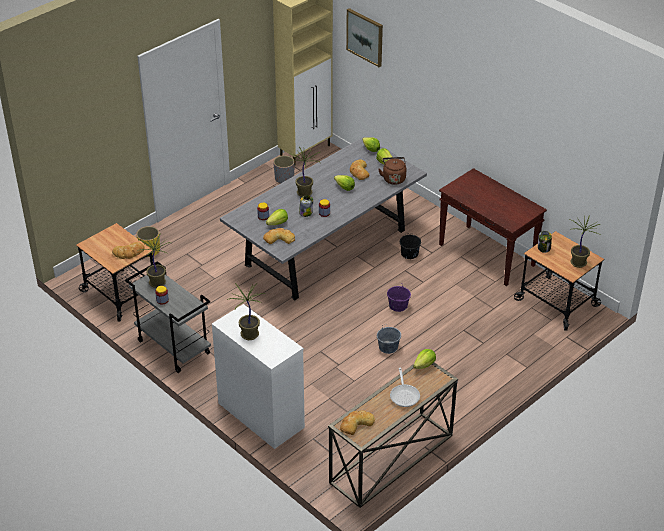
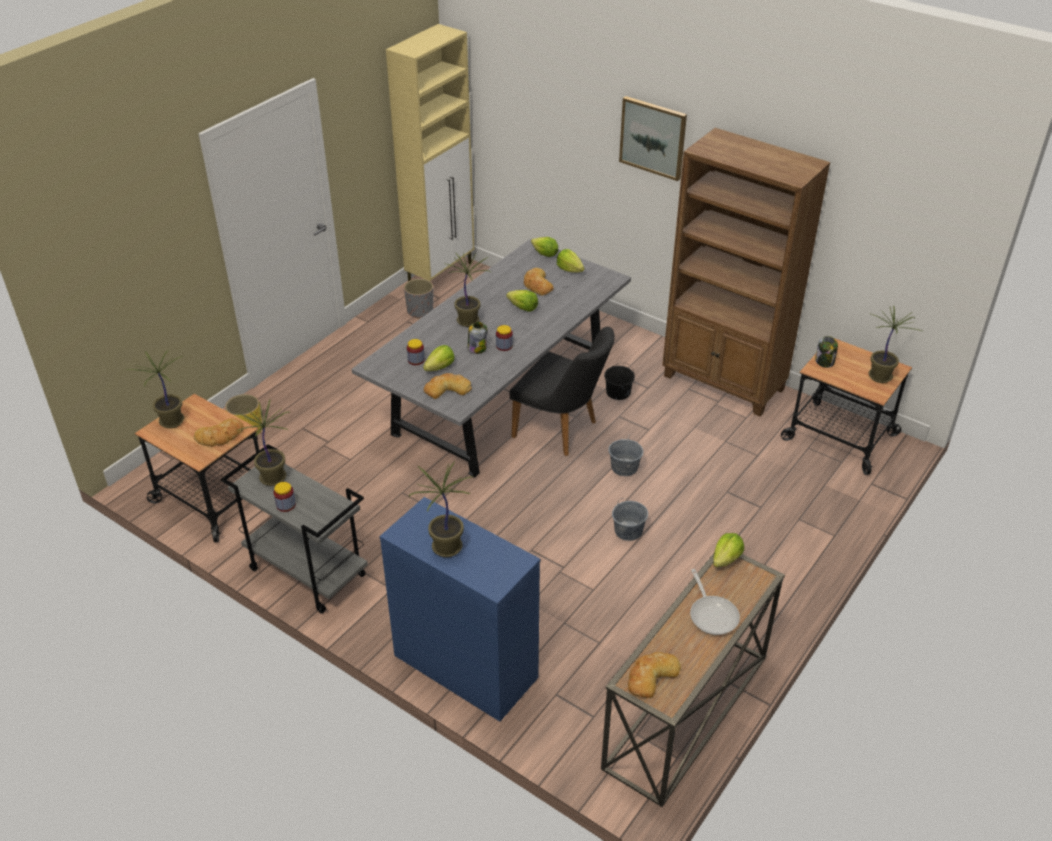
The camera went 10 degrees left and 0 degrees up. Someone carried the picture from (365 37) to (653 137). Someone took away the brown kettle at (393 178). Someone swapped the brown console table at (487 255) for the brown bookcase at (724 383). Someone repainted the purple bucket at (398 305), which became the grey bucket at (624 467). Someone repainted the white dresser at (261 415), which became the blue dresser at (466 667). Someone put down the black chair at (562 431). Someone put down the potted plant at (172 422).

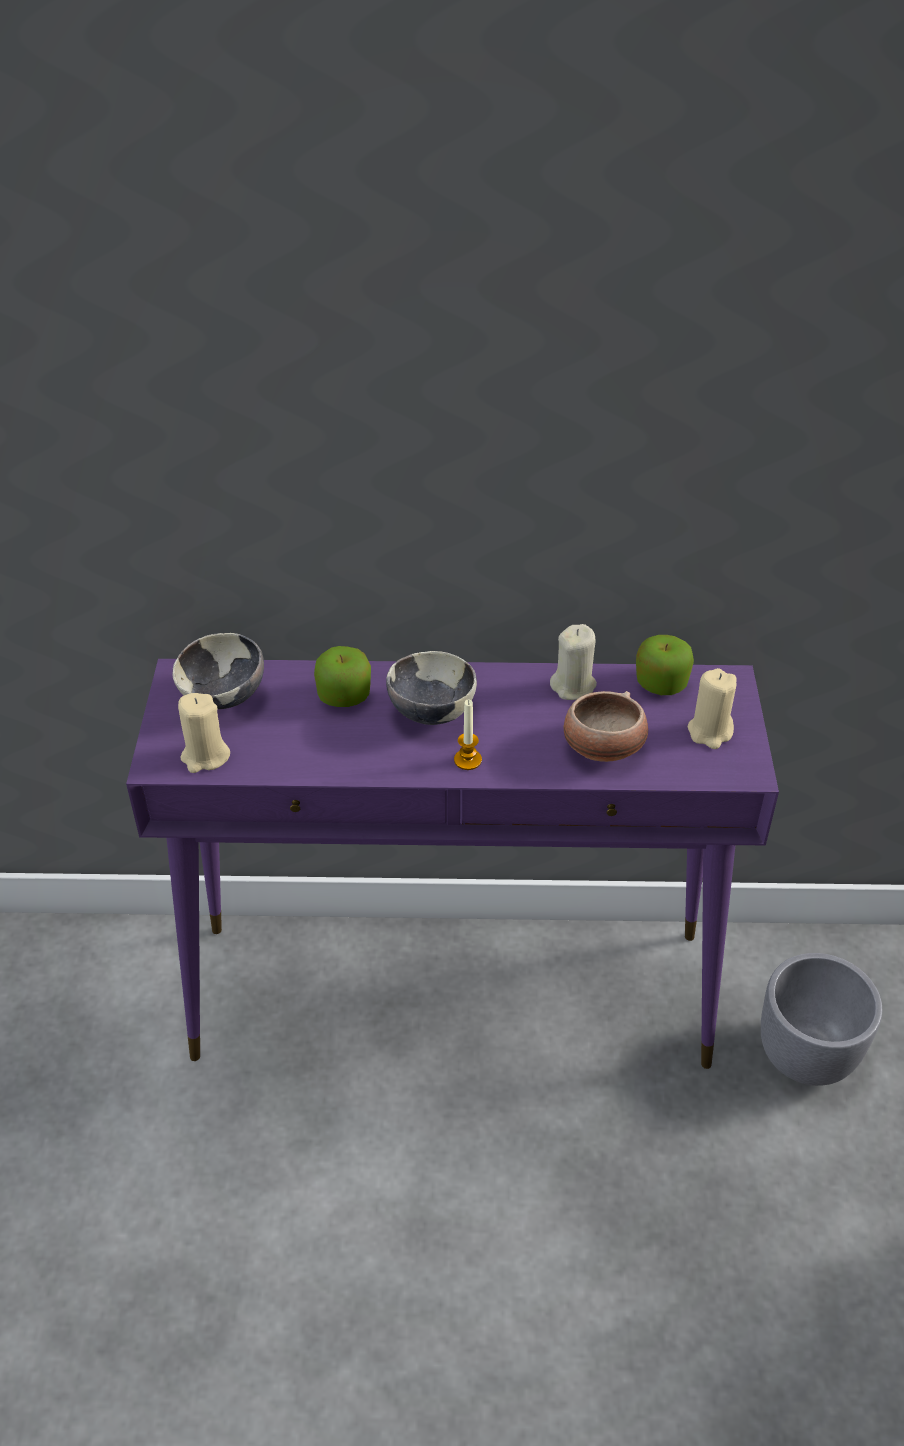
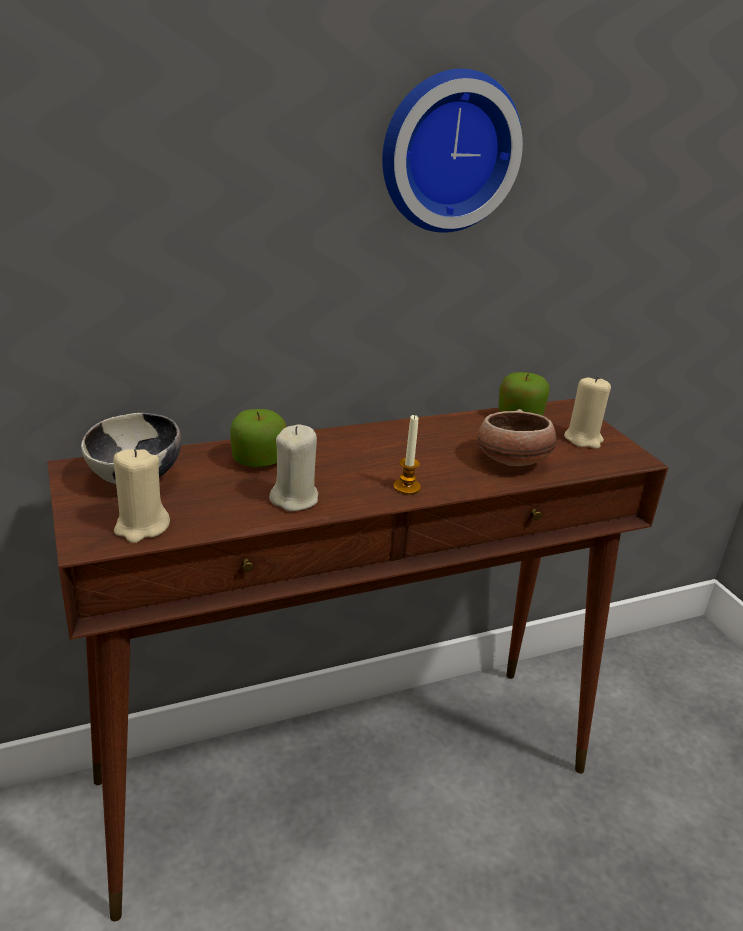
The camera went 25 degrees left and 15 degrees down. Someone carried the beige candle from (573 686) to (295 499). Someone took away the bowl at (431 712). Someone repainted the purple console table at (454 994), which became the brown console table at (349 774). Someone took away the grey planter at (807 1056). Someone put up the wall clock at (447 151).

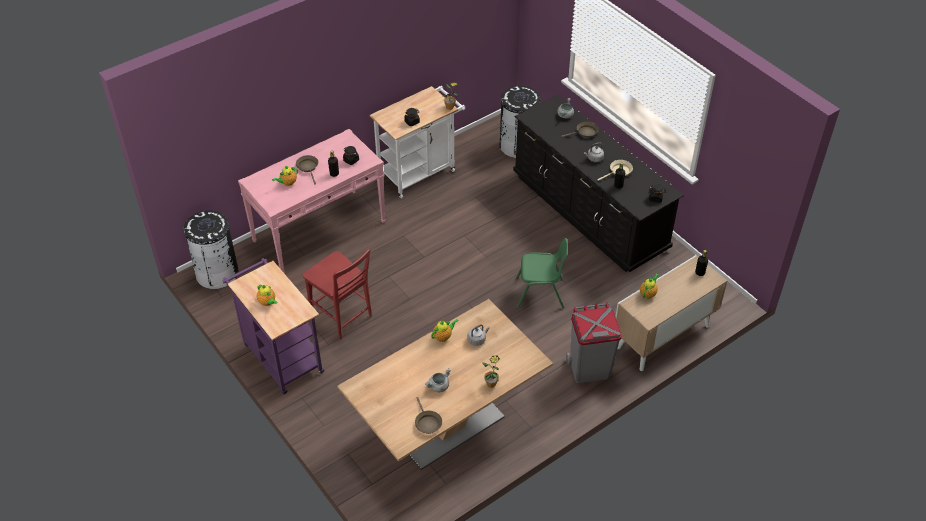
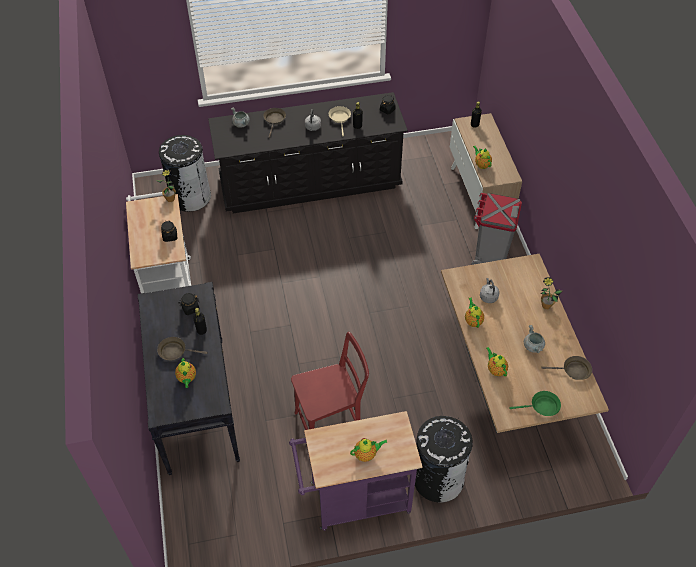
The camera went 65 degrees left and 5 degrees up. Someone repainted the pink console table at (319 231), which became the black console table at (196 404). Someone carried the black trash can from (217 273) to (438 478). Someone took away the green chair at (540 293). Someone put down the teapot at (495 369). Someone put down the green frying pan at (542 406).

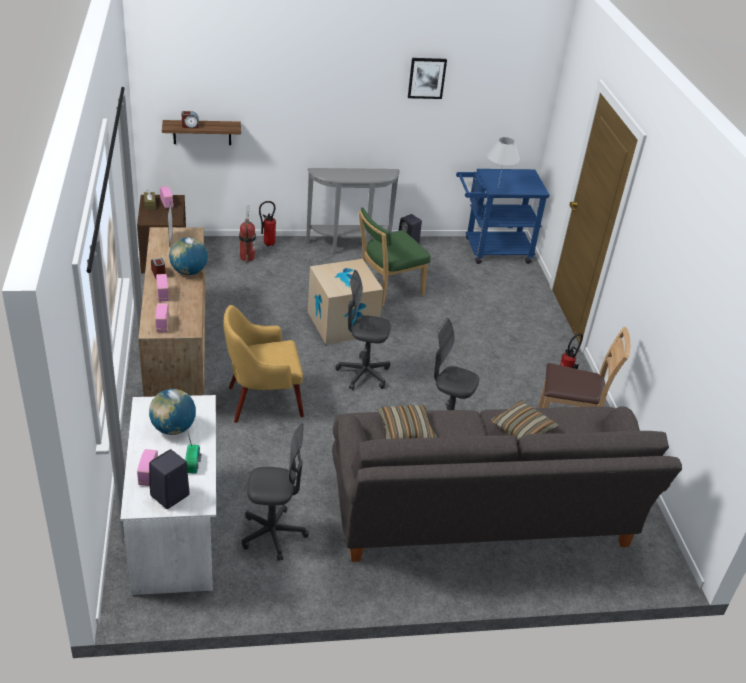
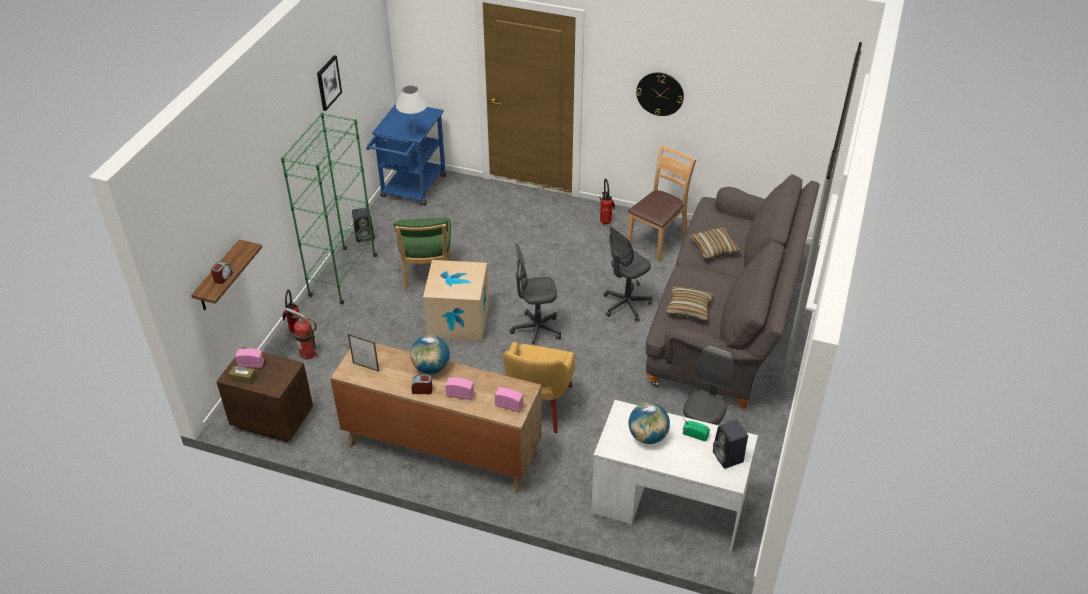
The camera went 60 degrees left and 5 degrees up. Someone swapped the grey console table at (349 247) for the green bookcase at (343 276). Someone rotated the grey office chair at (363 374) by 45 degrees clockwise. Someone took away the radio at (148 475). Someone put up the wall clock at (660 94).

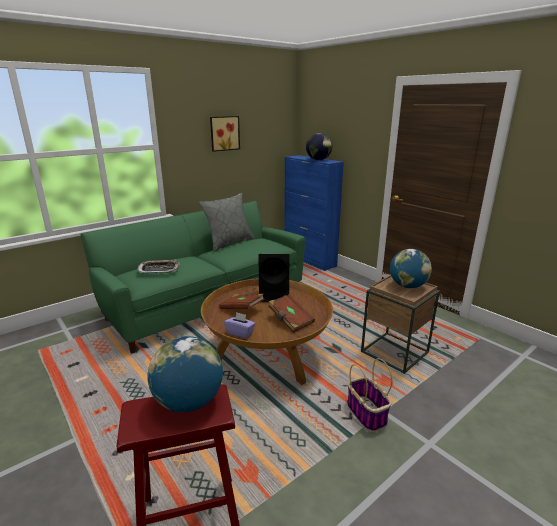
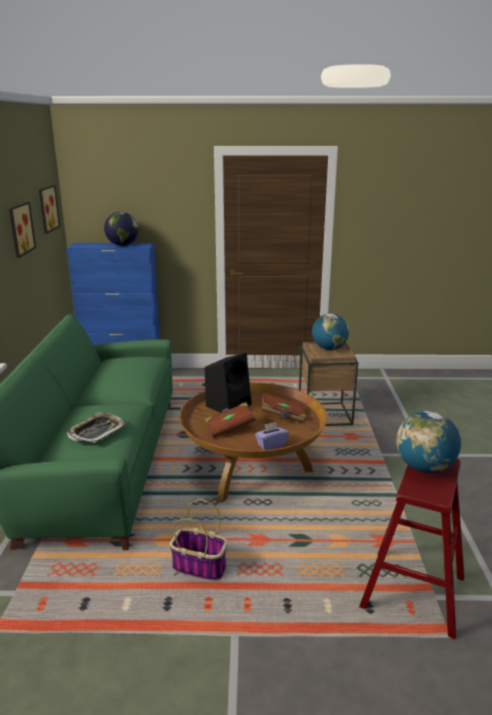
The camera went 50 degrees left and 0 degrees up. Someone took away the grey pillow at (229 243). Someone carried the basket from (367 414) to (200 567). Someone put up the picture at (46 209).

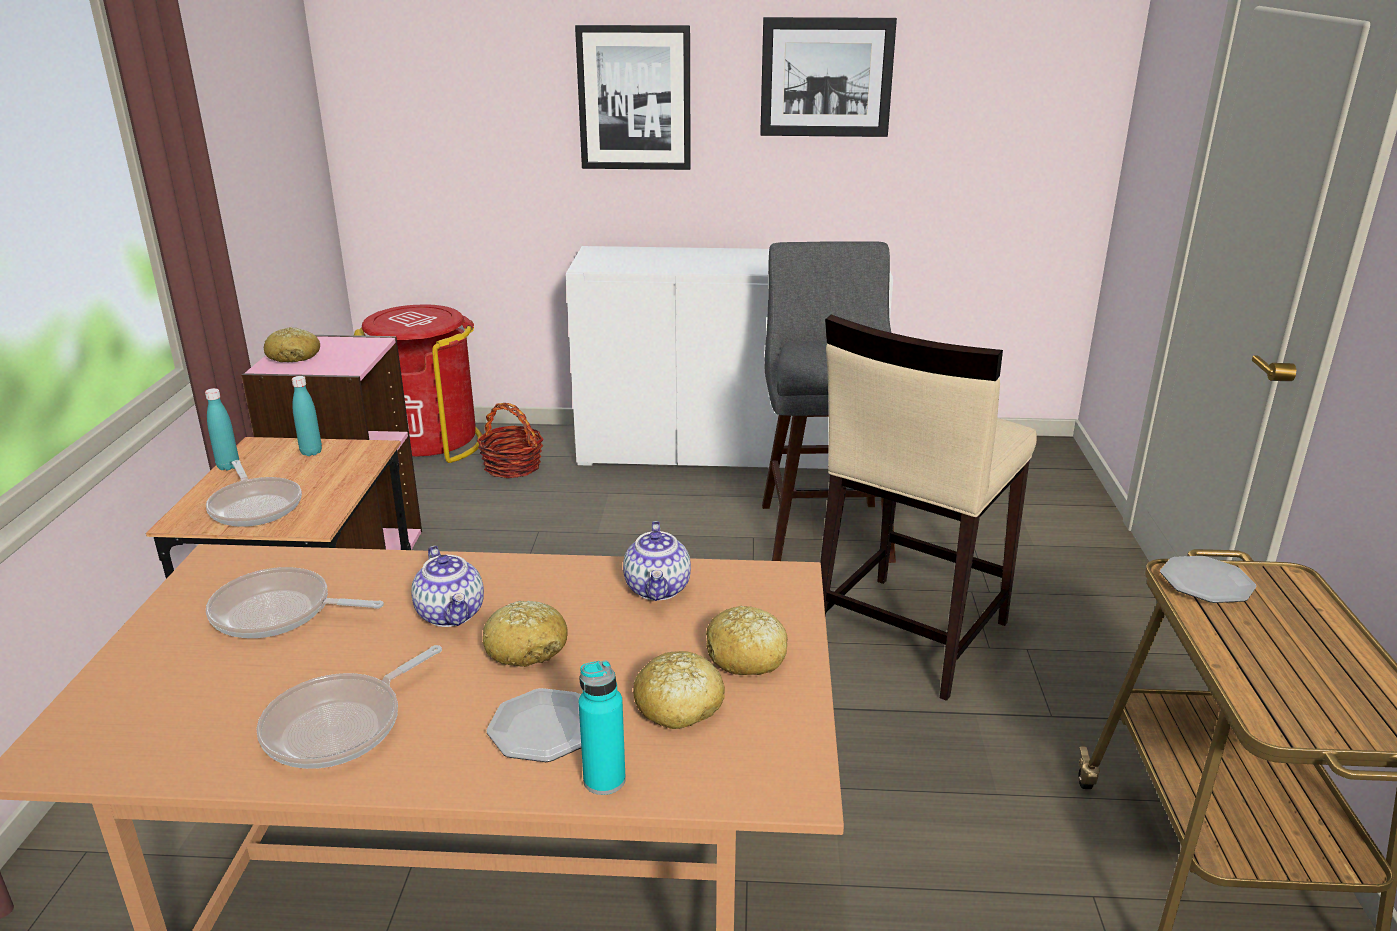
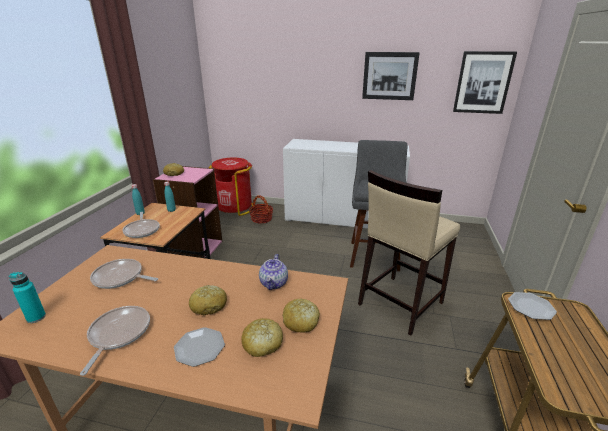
The camera went 10 degrees right and 0 degrees up. Someone carried the picture from (634 98) to (483 83). Someone took away the teapot at (452 614). Someone rotated the frying pan at (341 725) by 135 degrees clockwise. Someone carried the turquoise bottle from (604 780) to (36 317).

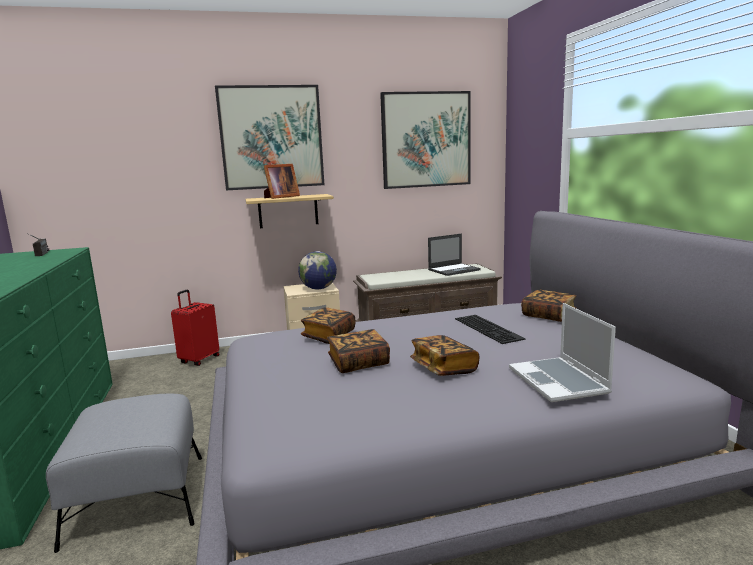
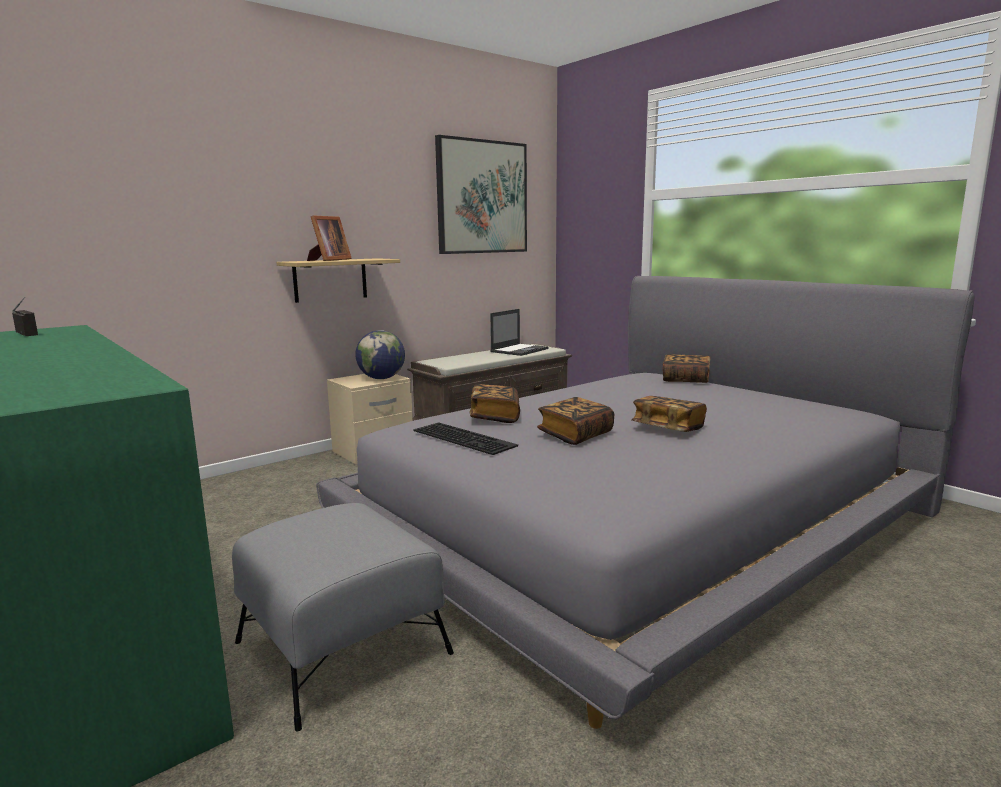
The camera went 25 degrees left and 0 degrees up. Someone took away the picture at (271 137). Someone took away the red suitcase at (199 360). Someone took away the laptop at (559 381). Someone carried the keyboard from (489 328) to (466 438).

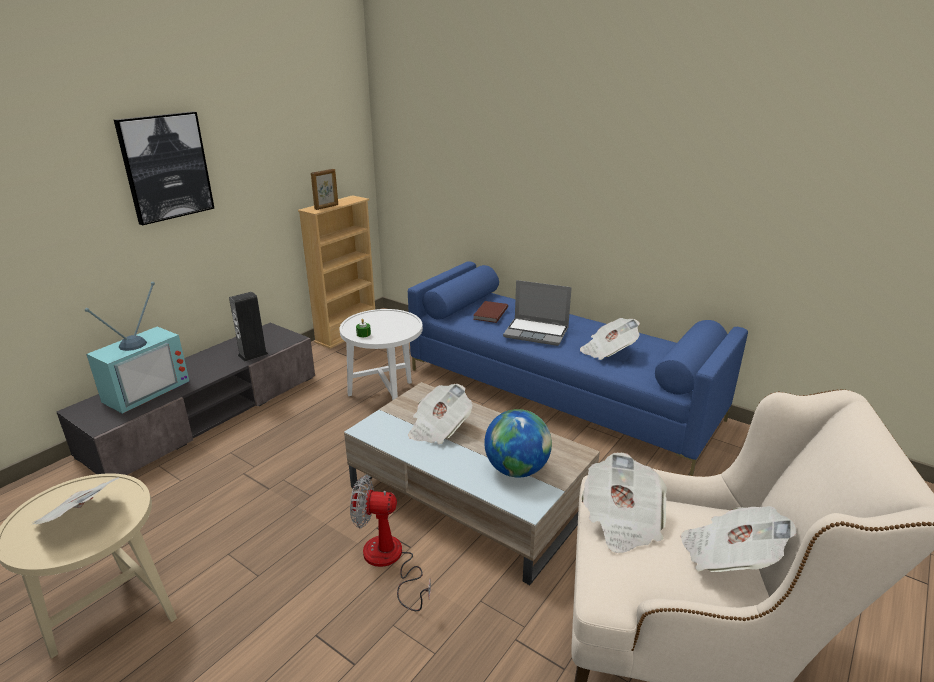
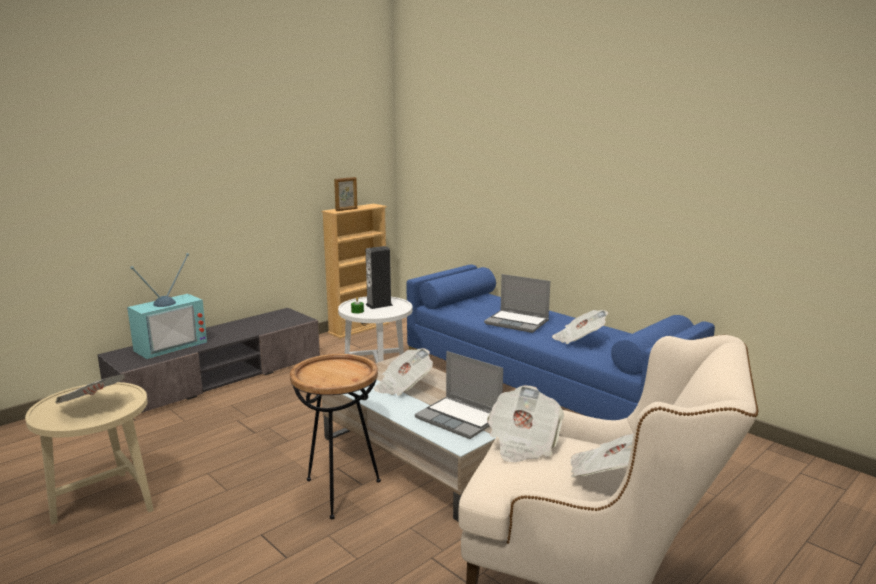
The camera went 10 degrees right and 10 degrees down. Someone took away the picture at (166 167). Someone carried the speaker from (253 354) to (379 305). Someone took away the brown book at (489 313). Someone swapped the globe at (516 470) for the laptop at (460 419). Someone swapped the fan at (389 561) for the brown side table at (340 492).

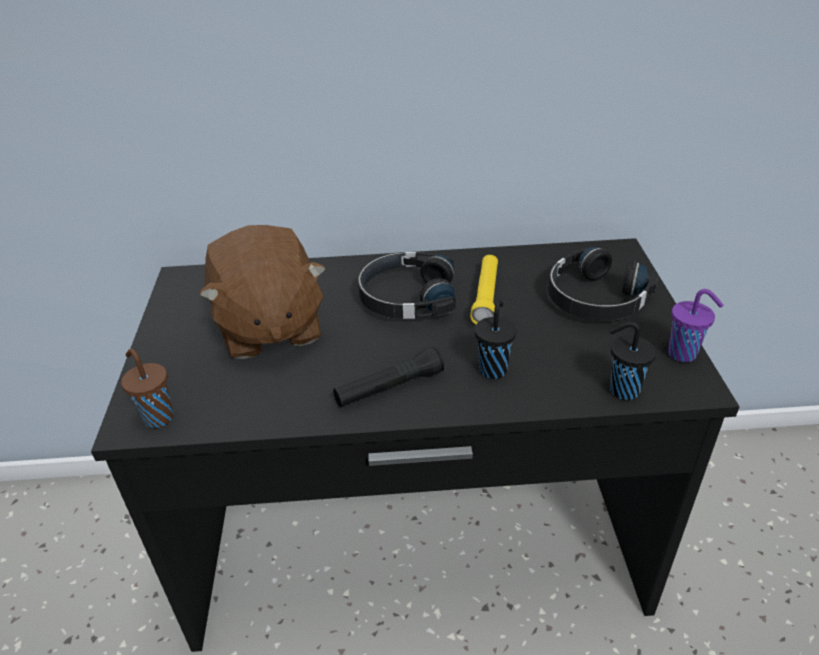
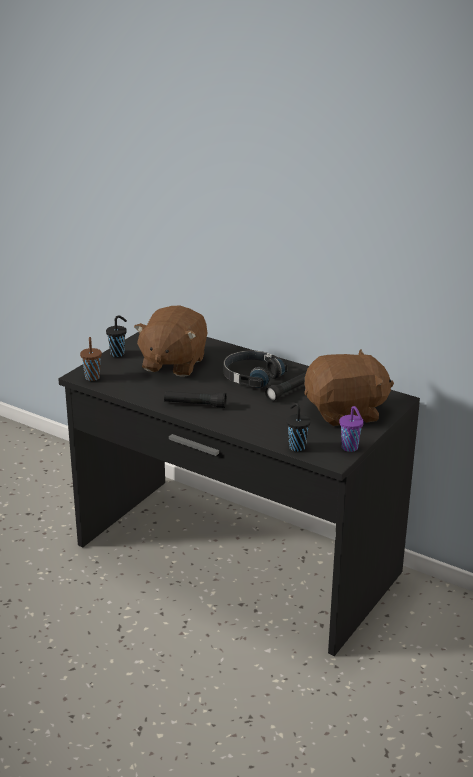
The camera went 35 degrees right and 10 degrees down. Someone swapped the black headphones at (595 298) for the brown plush toy at (345 412). Someone repainted the yellow flashlight at (486 297), which became the black flashlight at (290 390). Someone carried the black cup from (493 368) to (118 354).

